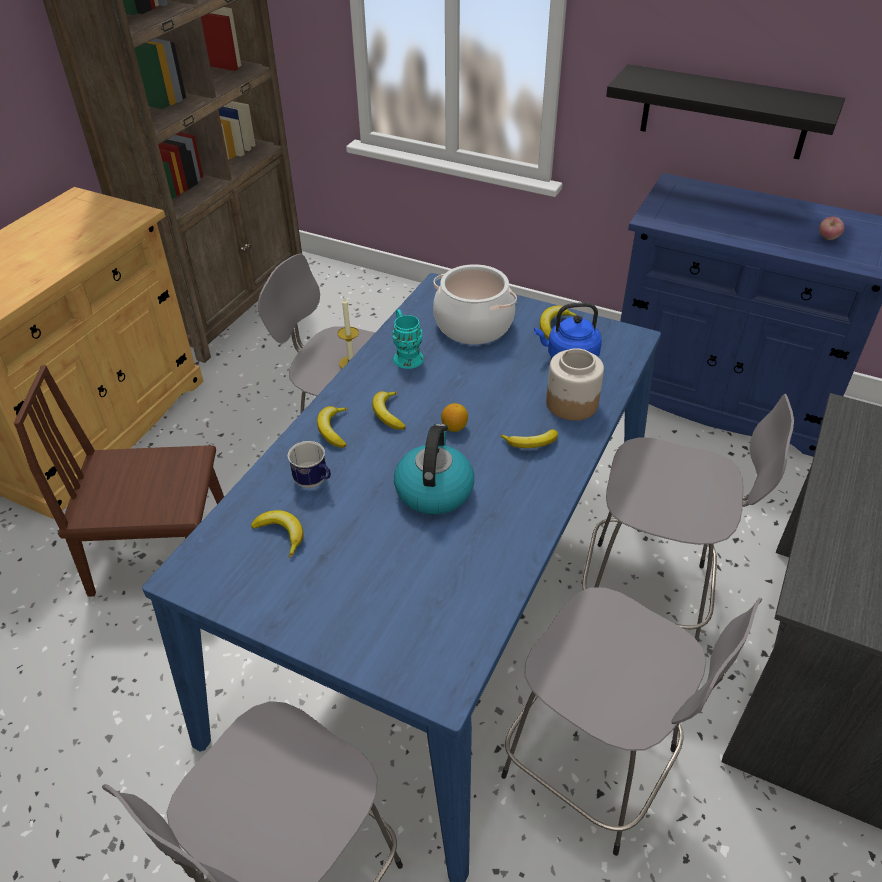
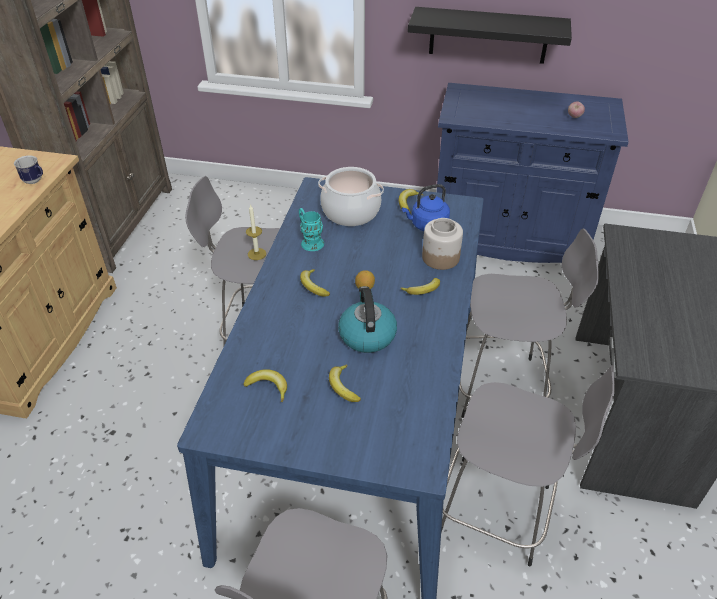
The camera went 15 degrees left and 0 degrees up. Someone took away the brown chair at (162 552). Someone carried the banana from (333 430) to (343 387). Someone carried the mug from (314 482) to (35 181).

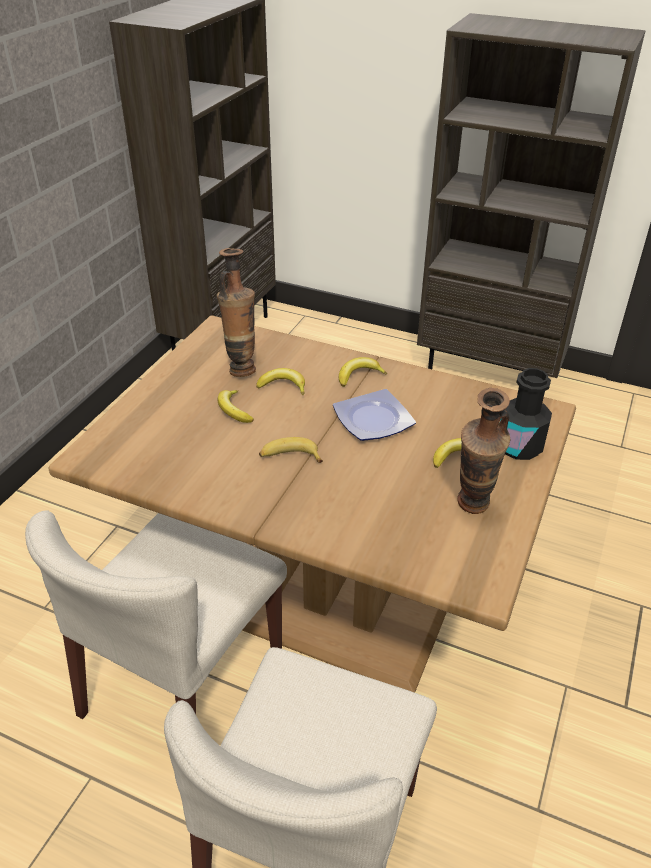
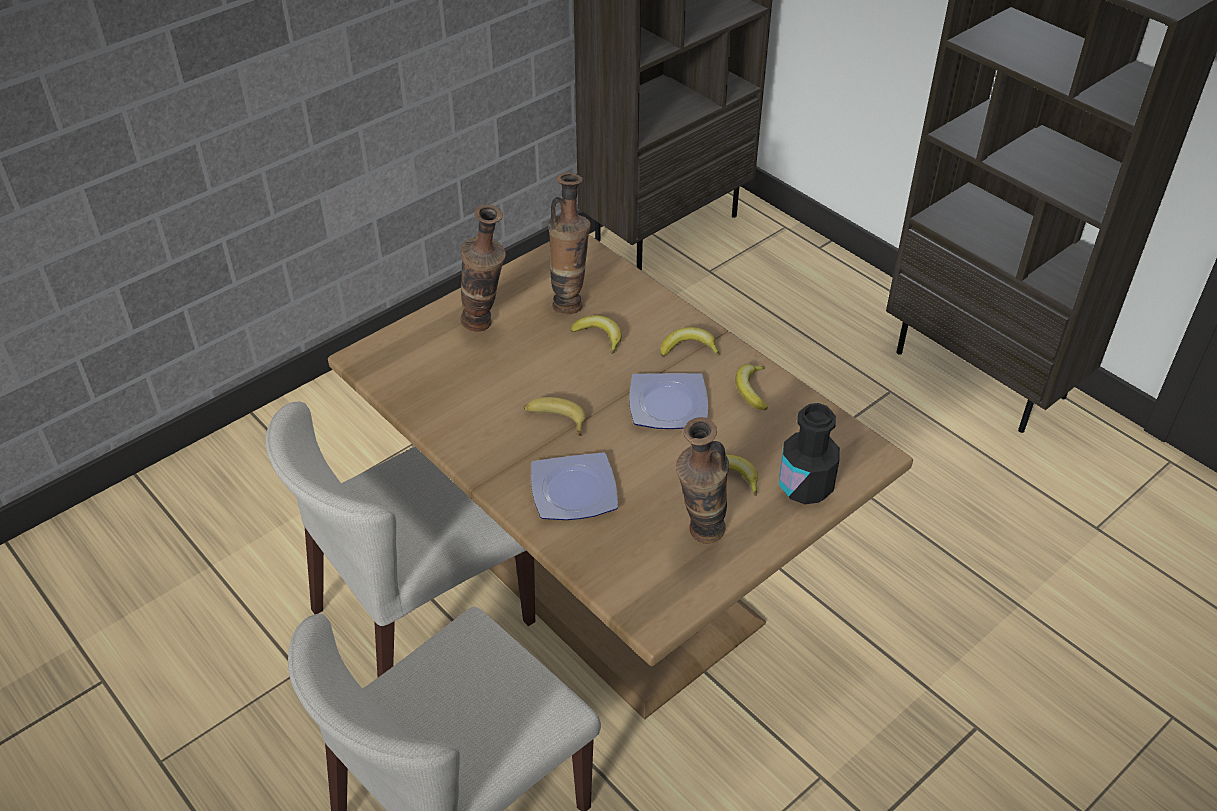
The camera went 25 degrees right and 5 degrees up. Someone carried the banana from (234 410) to (751 390). Someone put down the vase at (486 326). Someone put down the plate at (575 492).

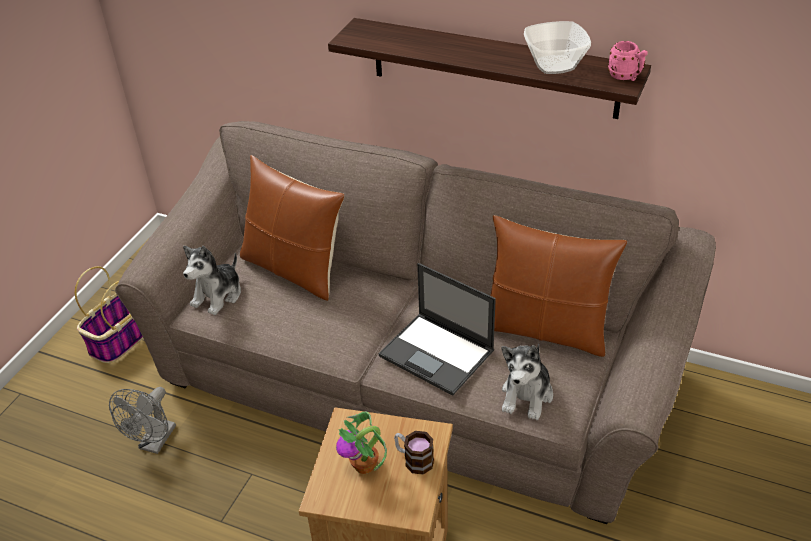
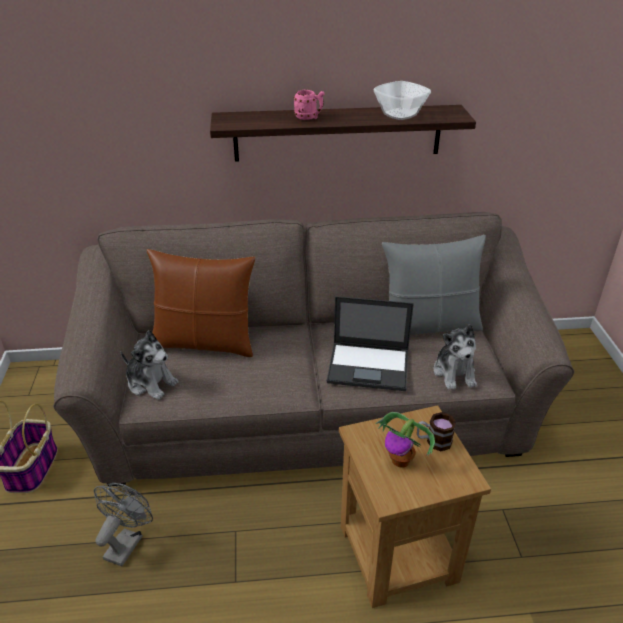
The camera went 30 degrees left and 5 degrees down. Someone carried the pink mug from (626 77) to (309 118). Someone repainted the brown pillow at (545 329), which became the grey pillow at (429 326). Someone rotated the plush toy at (218 295) by 60 degrees counterclockwise. Someone rotated the grey fan at (154 443) by 150 degrees counterclockwise.

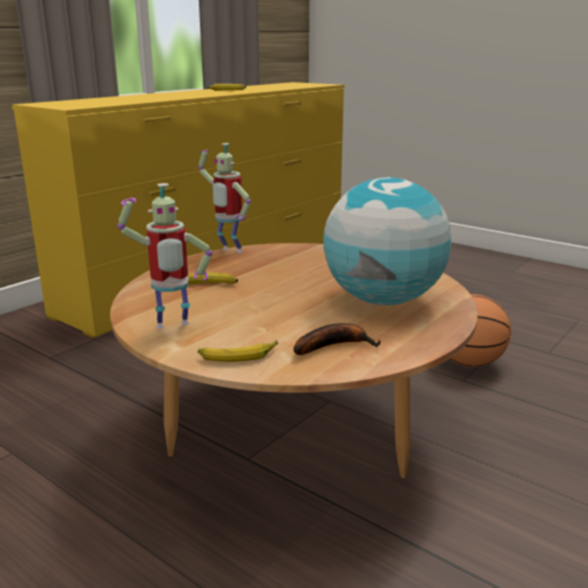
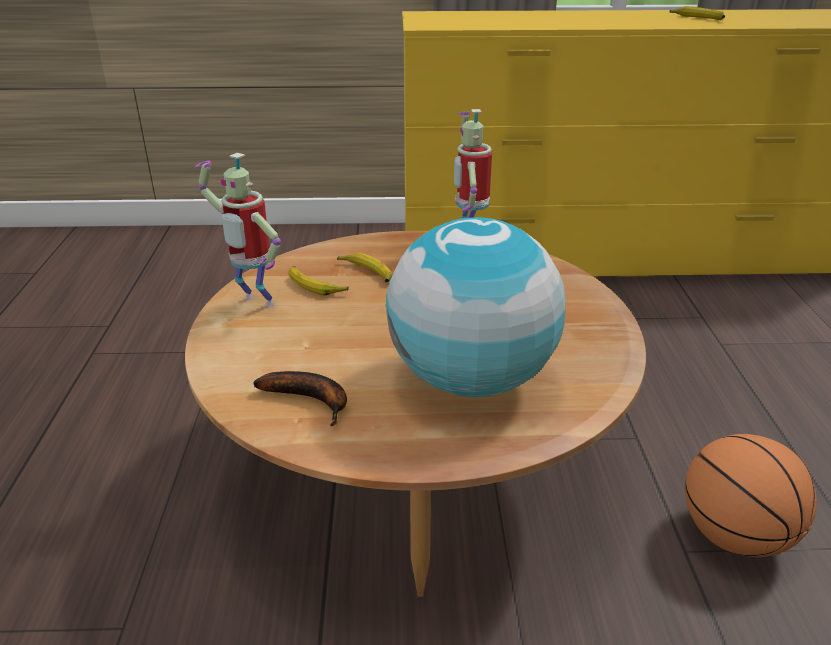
The camera went 50 degrees right and 10 degrees up. Someone carried the banana from (238 356) to (315 286).

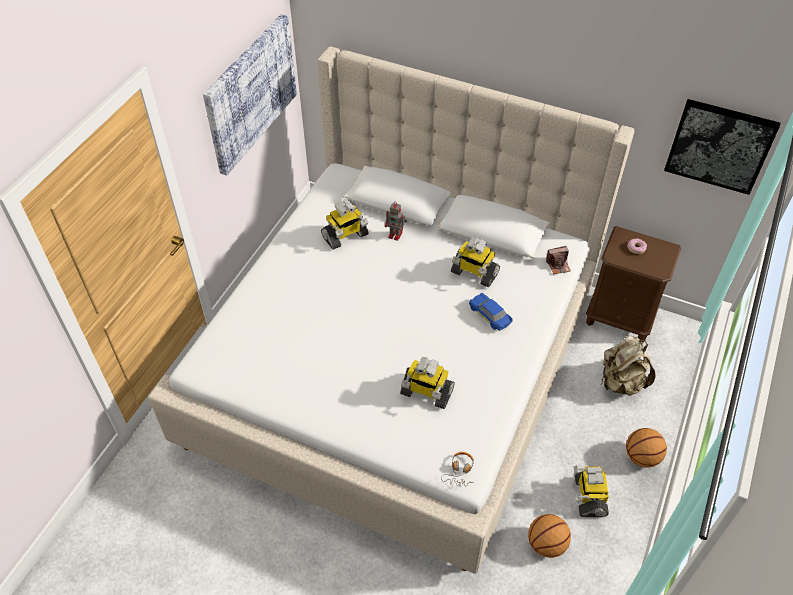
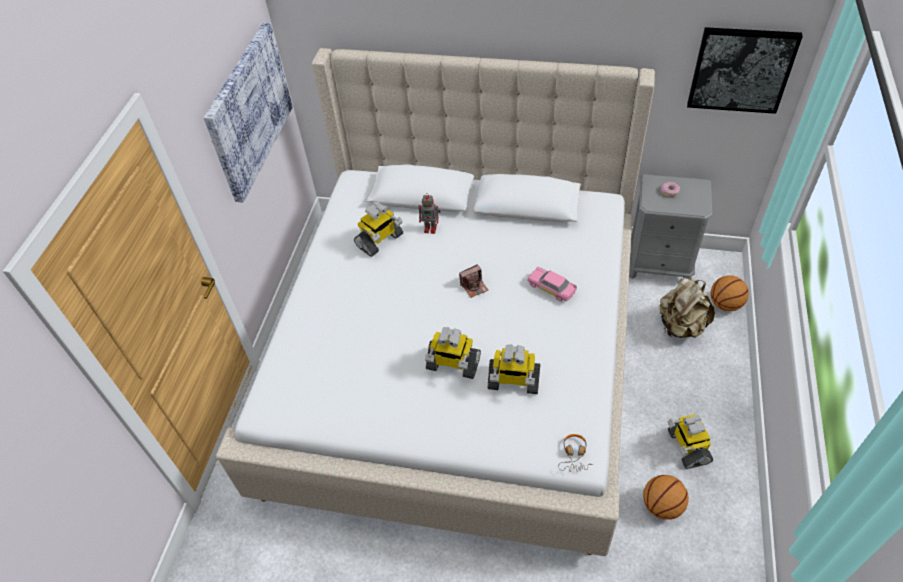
The camera went 10 degrees left and 0 degrees up. Someone repainted the brown nightstand at (620 318), which became the grey nightstand at (659 265). Someone carried the toy robot from (474 273) to (452 364). Someone carried the photo camera from (558 265) to (474 286). Someone repainted the blue toy car at (489 315), which became the pink toy car at (551 288). Someone carried the basketball from (641 456) to (725 304).

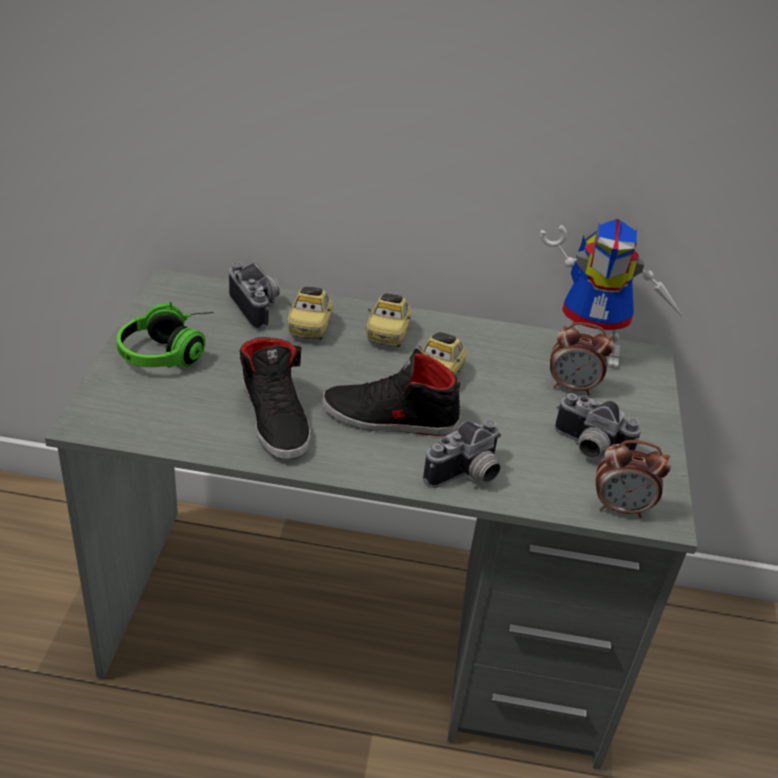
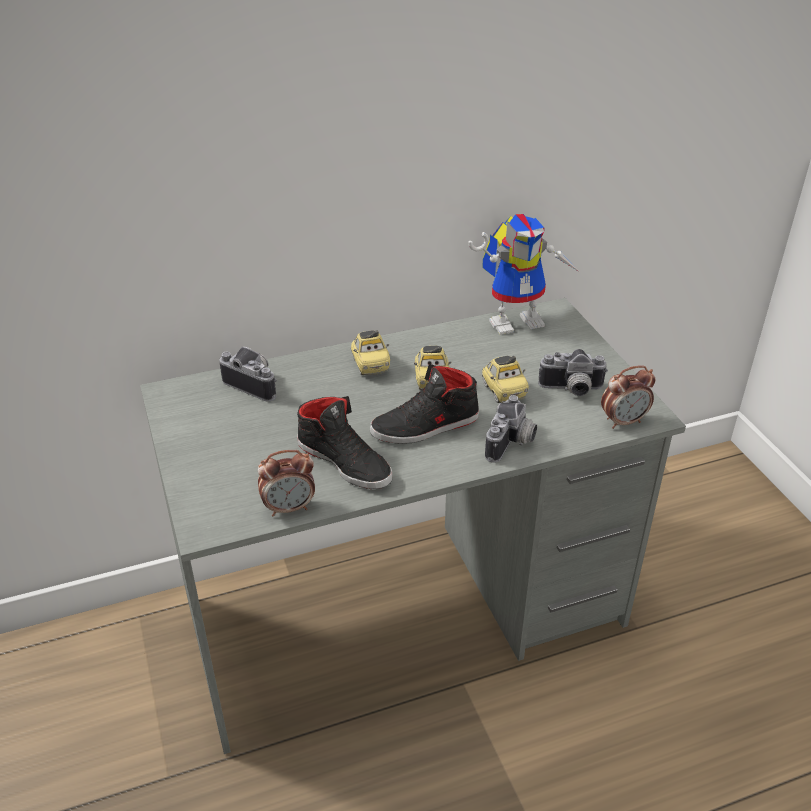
The camera went 25 degrees left and 0 degrees up. Someone carried the toy car from (310 327) to (503 391). Someone took away the headphones at (172 351). Someone carried the alarm clock from (572 387) to (289 508).

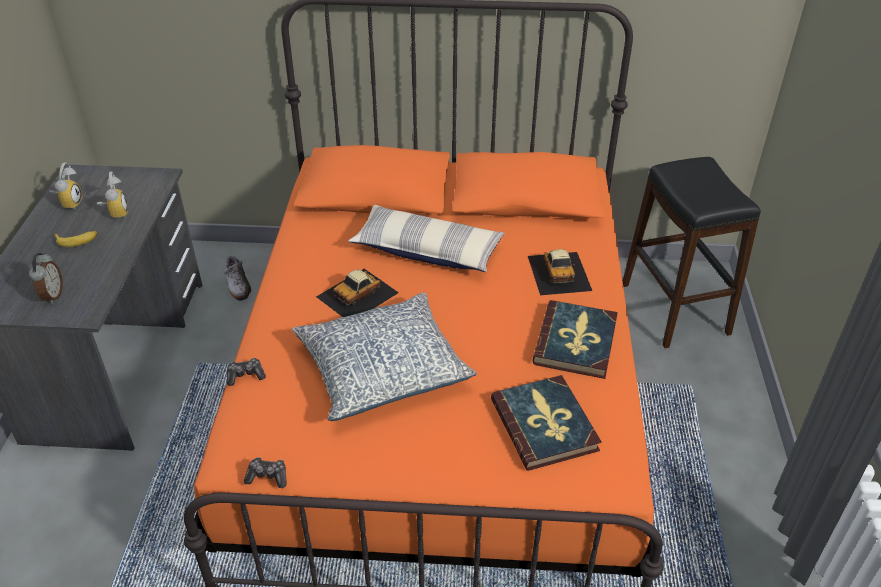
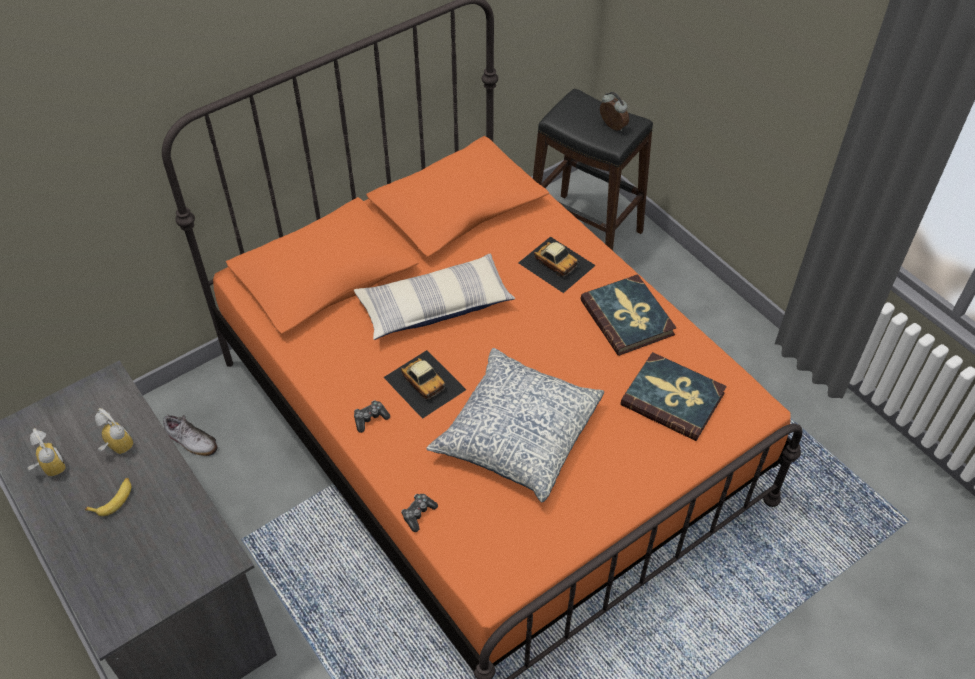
The camera went 40 degrees left and 10 degrees up. Someone carried the alarm clock from (52 295) to (612 127). Someone rotated the toy car at (358 294) by 45 degrees counterclockwise. Someone carried the game controller from (268 476) to (370 418).

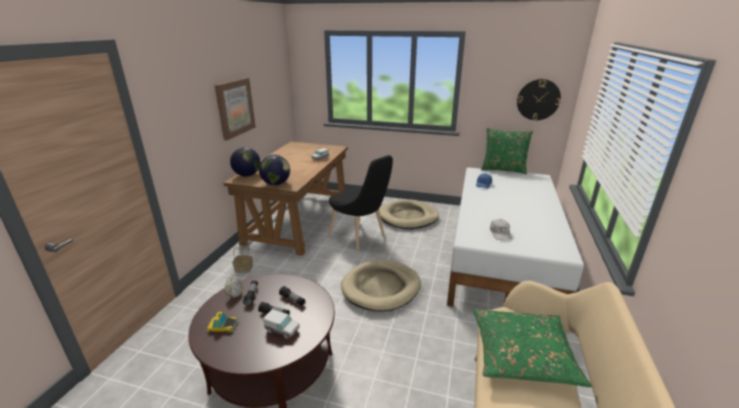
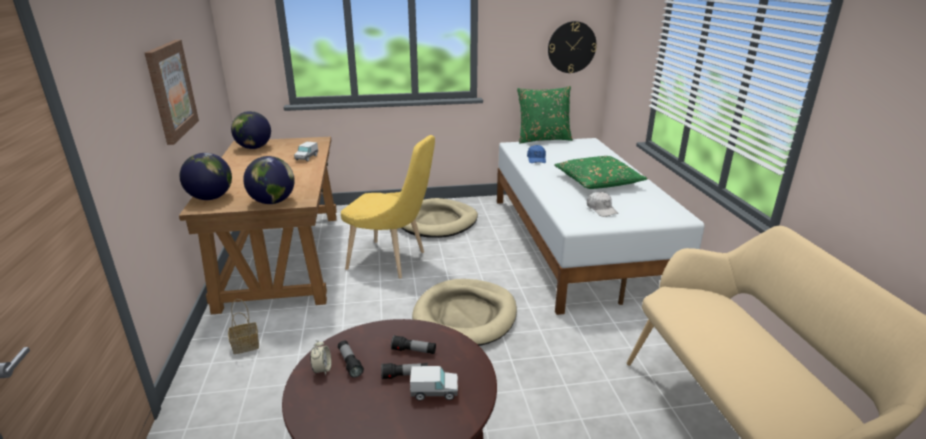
The camera went 25 degrees left and 0 degrees up. Someone repainted the black chair at (360 237), which became the yellow chair at (391 261). Someone carried the green pillow from (522 354) to (597 181). Someone took away the toy car at (222 326). Someone put down the globe at (254 148).

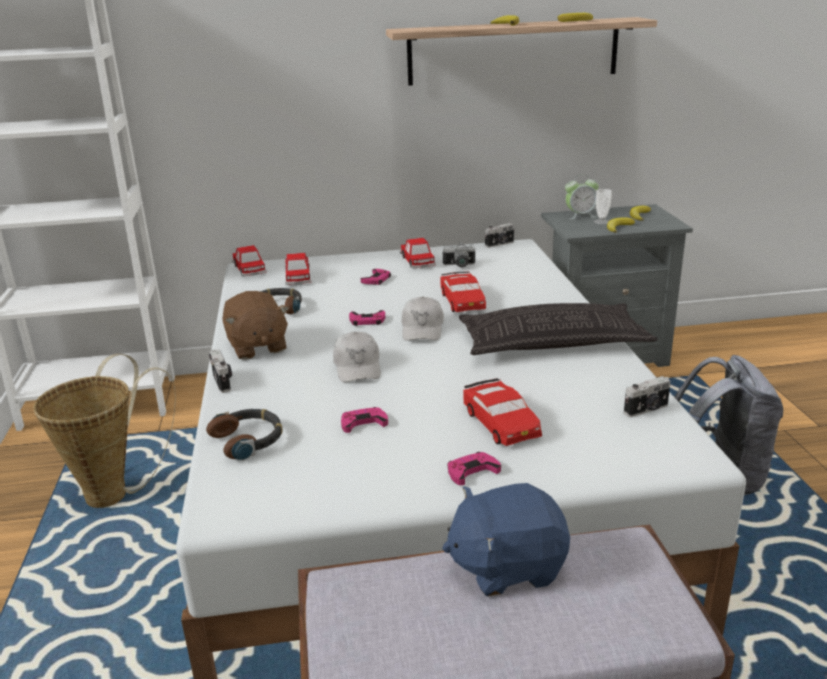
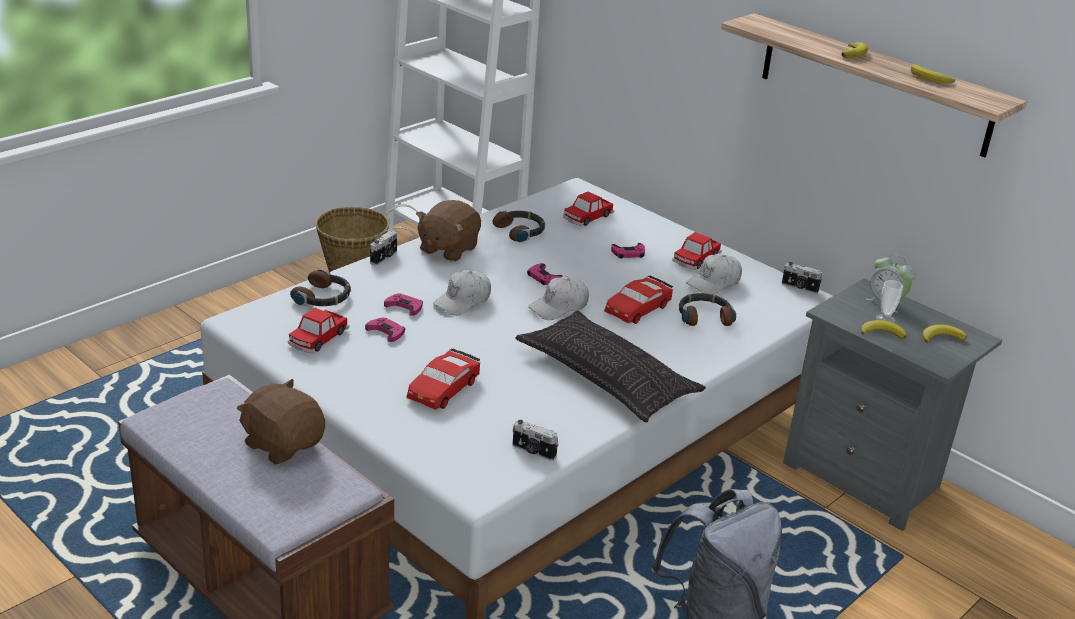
The camera went 50 degrees right and 5 degrees up. Someone swapped the photo camera at (459 266) for the white cap at (714 282). Someone carried the toy car from (249 269) to (318 338). Someone carried the pink game controller from (472 471) to (404 307). Someone repainted the blue plush toy at (507 566), which became the brown plush toy at (283 444). Someone put down the headphones at (704 316).

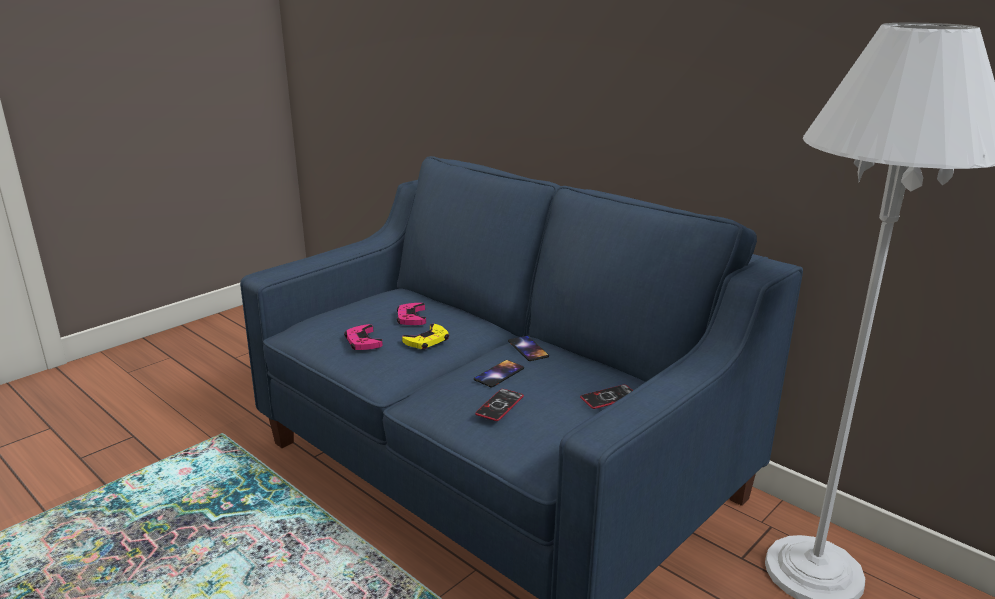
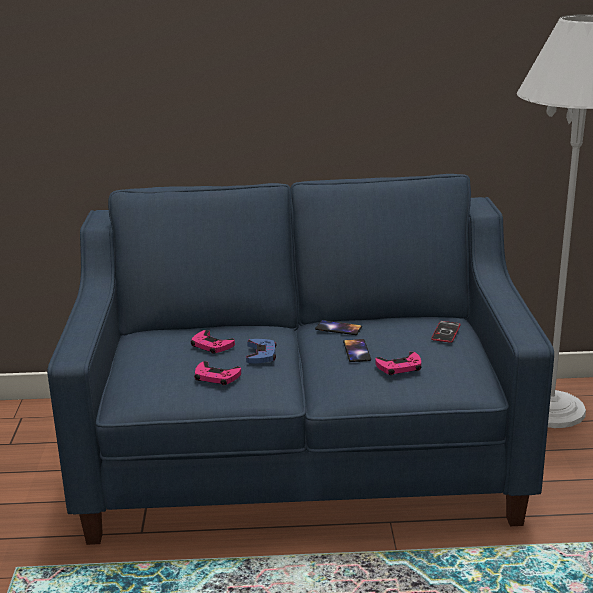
The camera went 45 degrees left and 0 degrees up. Someone repainted the yellow game controller at (427 341), which became the blue game controller at (261 354). Someone swapped the phone at (499 405) for the pink game controller at (399 367).

